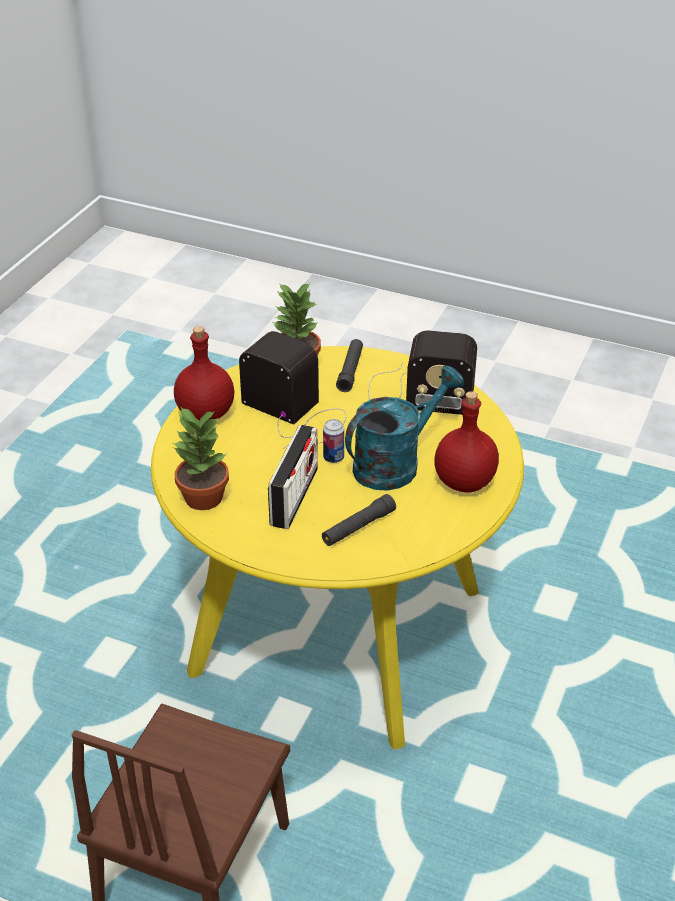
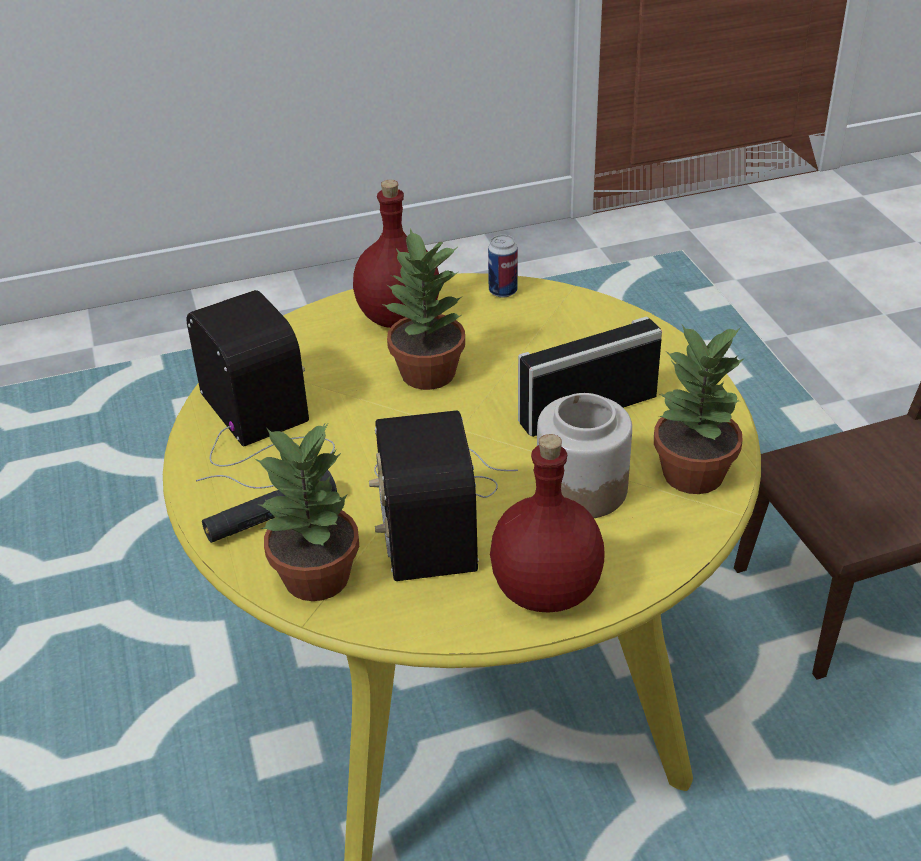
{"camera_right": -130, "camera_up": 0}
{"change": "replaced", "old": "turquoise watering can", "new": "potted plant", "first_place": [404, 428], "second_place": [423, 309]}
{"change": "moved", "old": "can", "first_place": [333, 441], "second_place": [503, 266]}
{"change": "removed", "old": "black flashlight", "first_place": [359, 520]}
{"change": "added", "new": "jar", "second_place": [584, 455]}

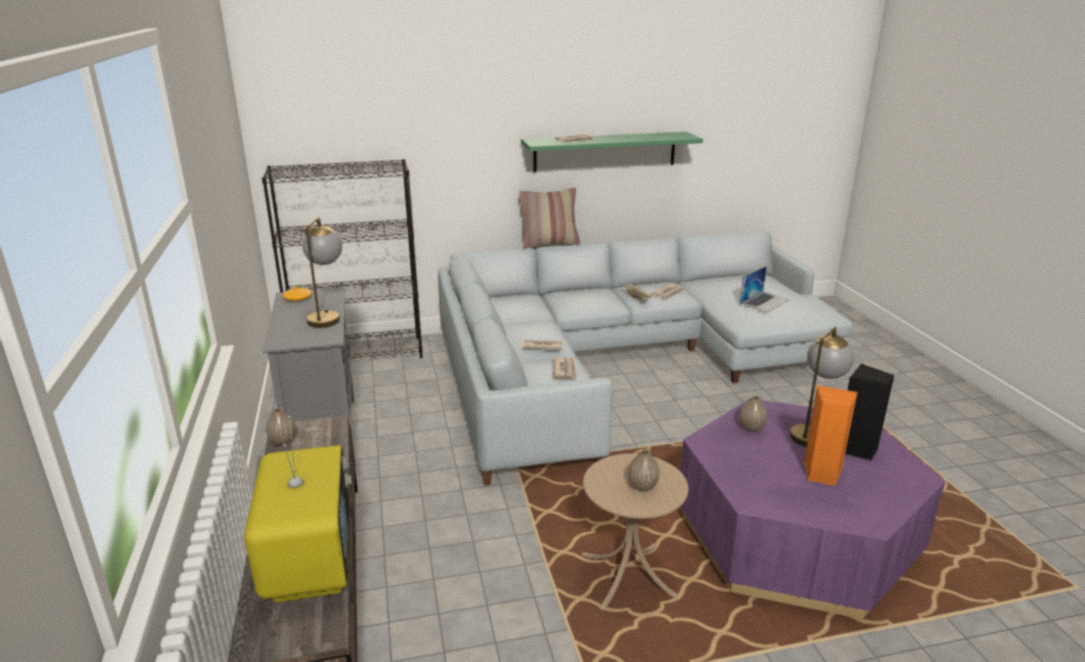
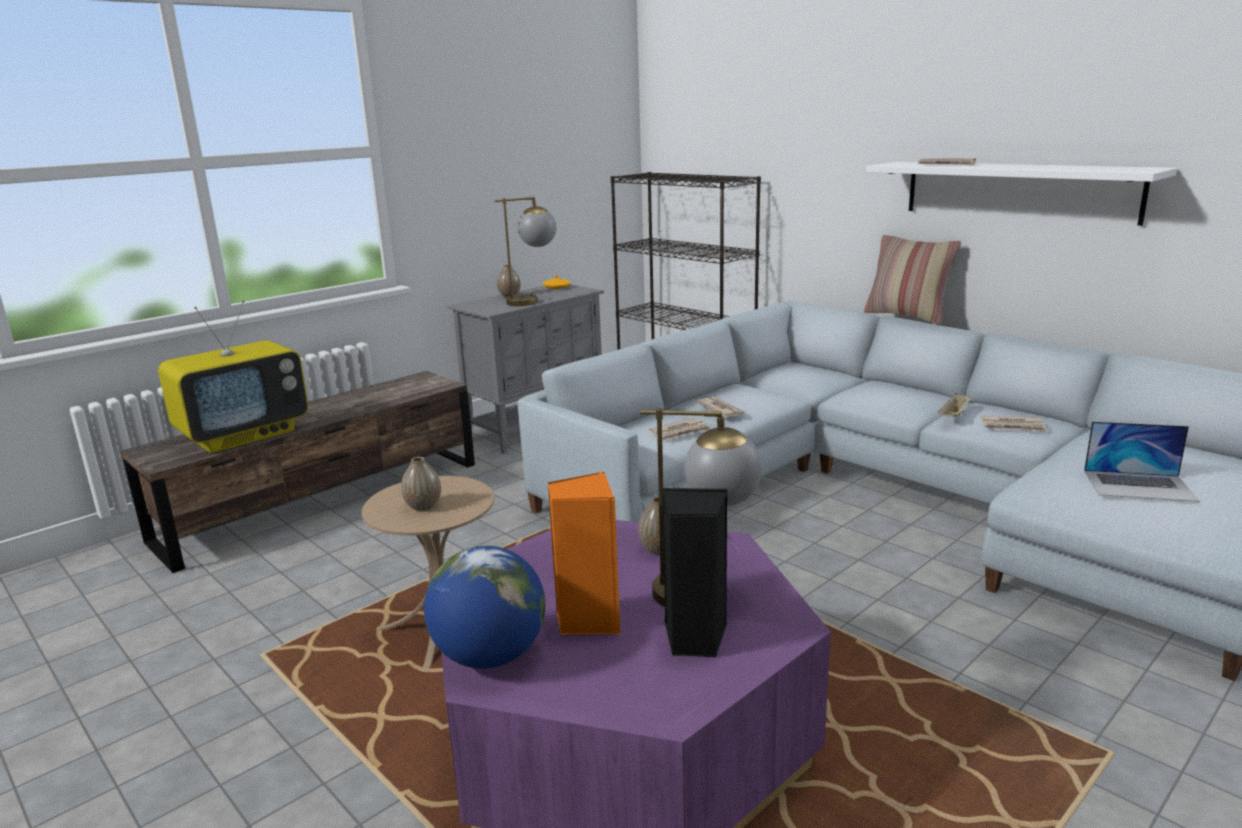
{"camera_right": 60, "camera_up": -5}
{"change": "recoloured", "old": "green shelf", "new": "white shelf", "first_place": [612, 152], "second_place": [1021, 194]}
{"change": "moved", "old": "vase", "first_place": [280, 426], "second_place": [509, 281]}
{"change": "added", "new": "globe", "second_place": [484, 607]}

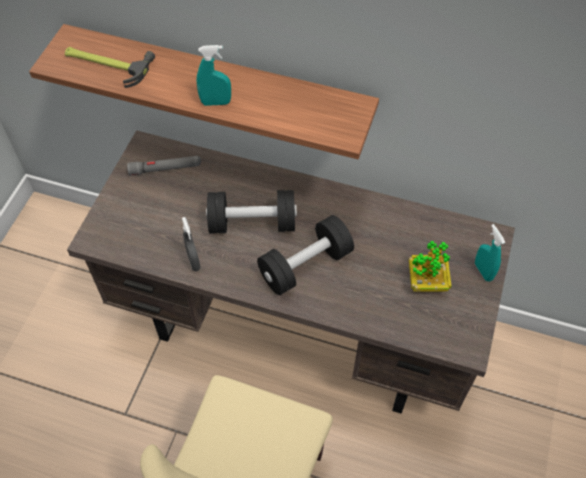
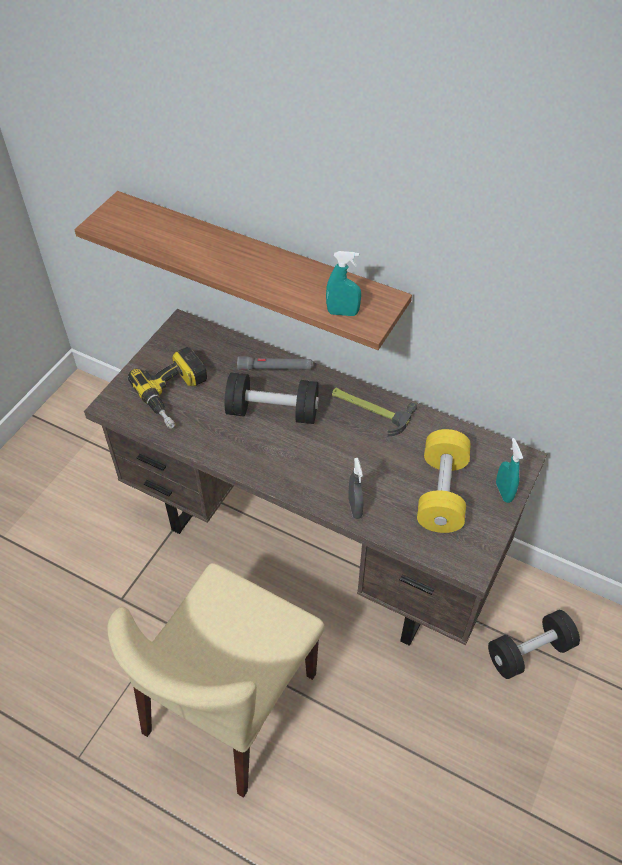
{"camera_right": 10, "camera_up": -5}
{"change": "moved", "old": "turquoise spray bottle", "first_place": [214, 75], "second_place": [343, 283]}
{"change": "moved", "old": "hammer", "first_place": [110, 67], "second_place": [374, 412]}
{"change": "moved", "old": "grey flashlight", "first_place": [164, 166], "second_place": [275, 363]}
{"change": "moved", "old": "black dumbbell", "first_place": [305, 255], "second_place": [534, 644]}
{"change": "moved", "old": "grey spray bottle", "first_place": [191, 244], "second_place": [355, 488]}
{"change": "replaced", "old": "potted plant", "new": "yellow dumbbell", "first_place": [430, 266], "second_place": [444, 481]}
{"change": "added", "new": "power drill", "second_place": [167, 388]}

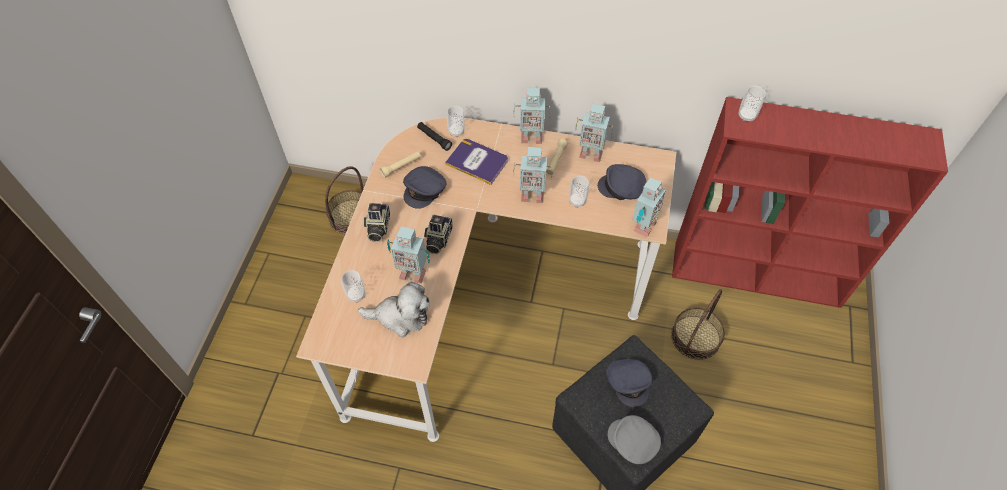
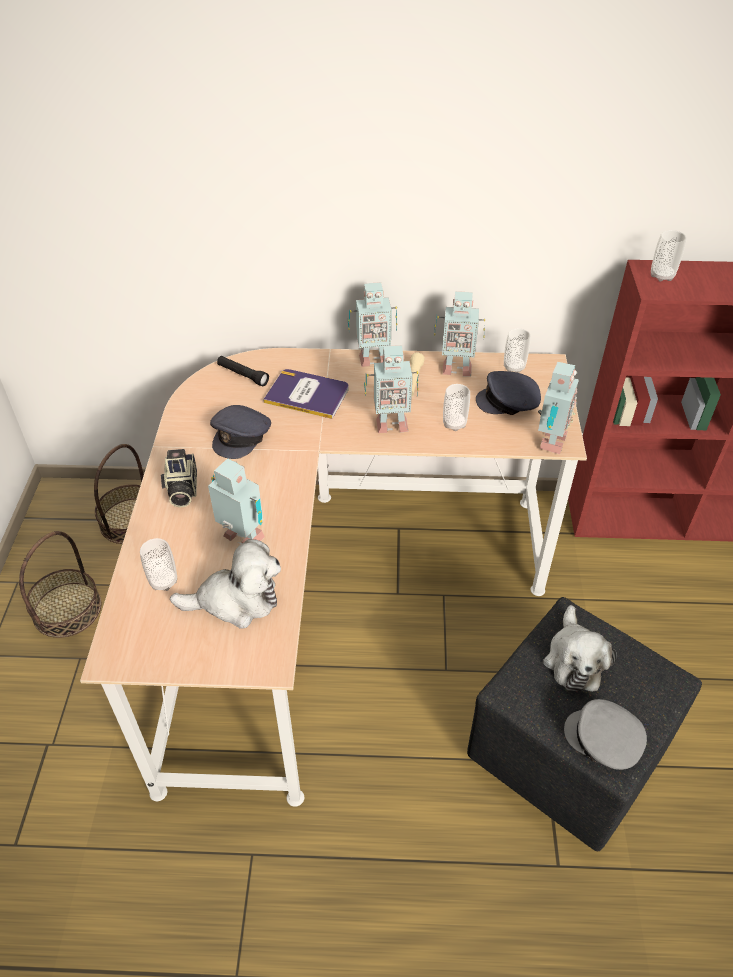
{"camera_right": -10, "camera_up": -10}
{"change": "moved", "old": "cup", "first_place": [456, 121], "second_place": [517, 350]}
{"change": "removed", "old": "beige flashlight", "first_place": [400, 164]}
{"change": "removed", "old": "photo camera", "first_place": [438, 234]}
{"change": "turned", "old": "toy robot", "first_place": [408, 255], "second_place": [236, 501], "degrees": -150}
{"change": "moved", "old": "basket", "first_place": [698, 324], "second_place": [60, 584]}
{"change": "replaced", "old": "grey cap", "new": "plush toy", "first_place": [629, 383], "second_place": [580, 648]}

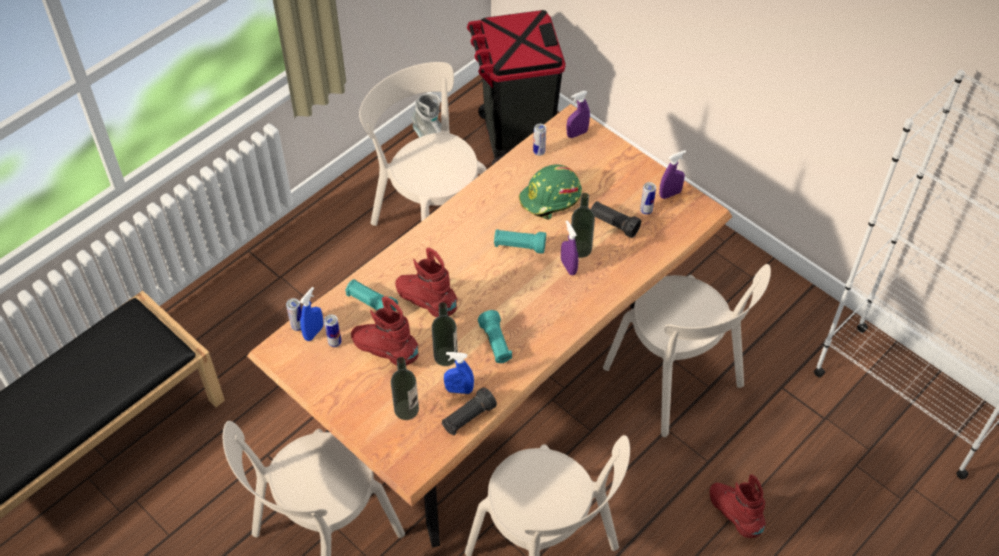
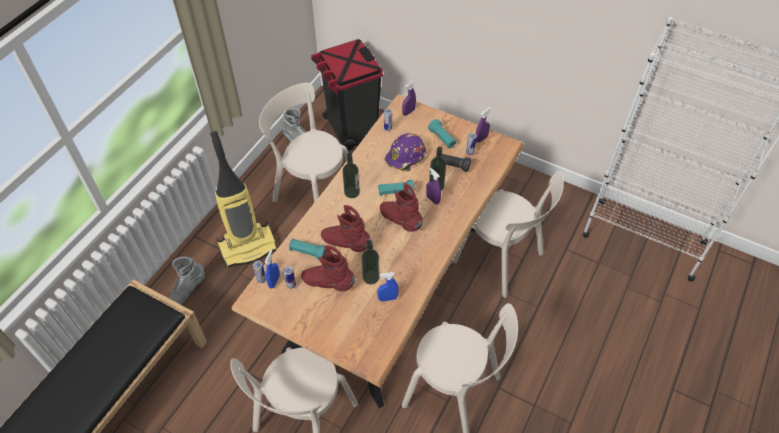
{"camera_right": -15, "camera_up": 0}
{"change": "recoloured", "old": "green hard hat", "new": "purple hard hat", "first_place": [550, 192], "second_place": [405, 152]}
{"change": "moved", "old": "turquoise flashlight", "first_place": [495, 336], "second_place": [442, 133]}
{"change": "moved", "old": "bottle", "first_place": [405, 388], "second_place": [351, 175]}
{"change": "removed", "old": "black flashlight", "first_place": [469, 411]}
{"change": "moved", "old": "red boot", "first_place": [738, 506], "second_place": [401, 207]}
{"change": "added", "new": "vacuum cleaner", "second_place": [244, 199]}
{"change": "added", "new": "grey boot", "second_place": [187, 280]}

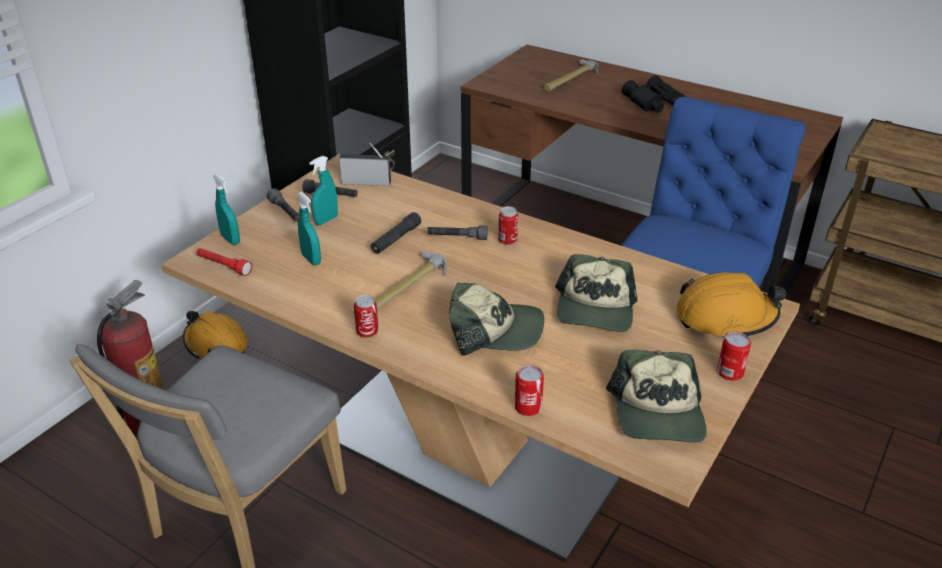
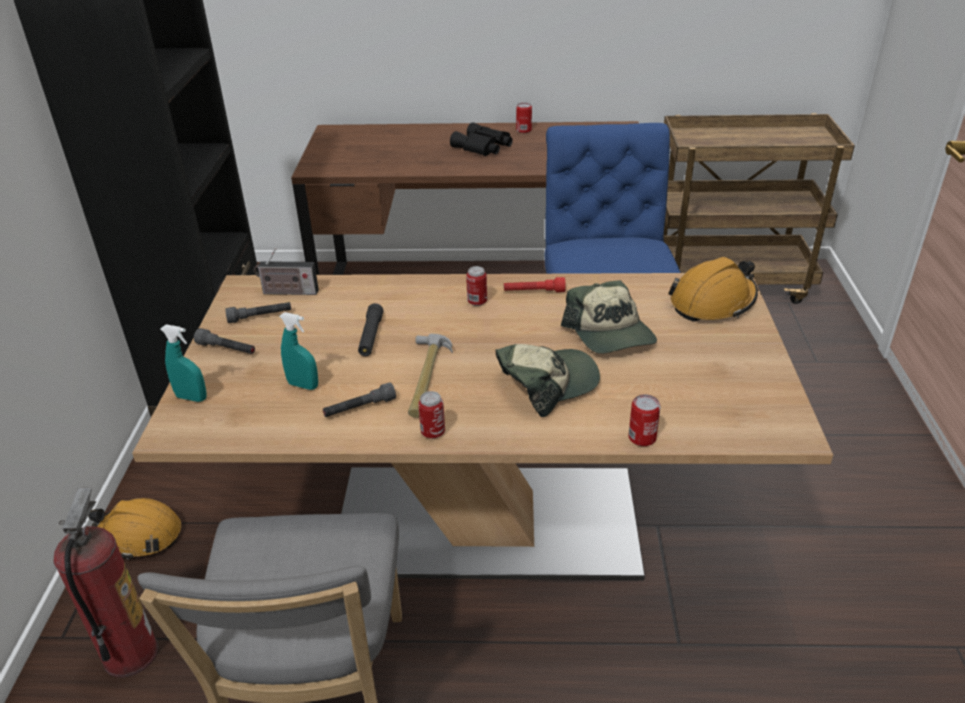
{"camera_right": -30, "camera_up": 0}
{"change": "removed", "old": "hammer", "first_place": [571, 75]}
{"change": "turned", "old": "radio", "first_place": [367, 164], "second_place": [286, 271], "degrees": -150}
{"change": "removed", "old": "turquoise spray bottle", "first_place": [323, 190]}
{"change": "moved", "old": "grey flashlight", "first_place": [457, 232], "second_place": [359, 399]}
{"change": "moved", "old": "red flashlight", "first_place": [224, 262], "second_place": [535, 284]}
{"change": "moved", "old": "can", "first_place": [734, 356], "second_place": [524, 118]}
{"change": "removed", "old": "cap", "first_place": [656, 396]}

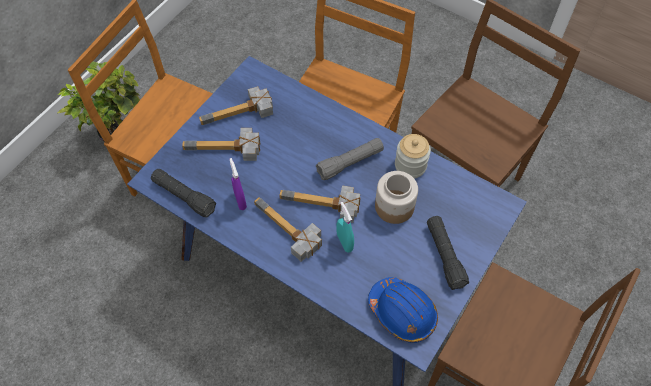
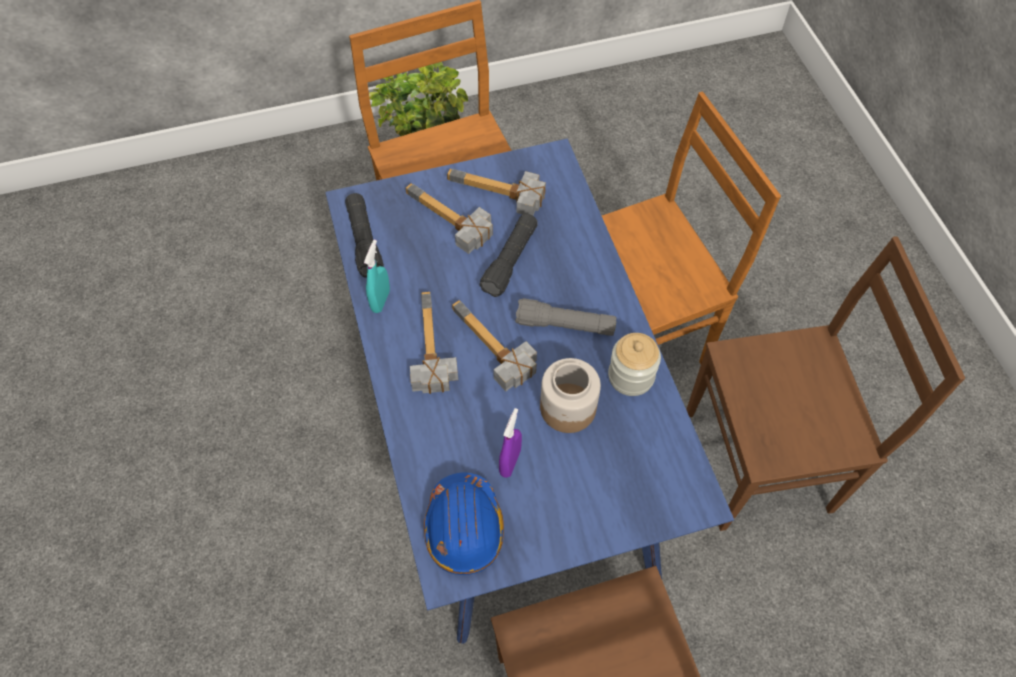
{"camera_right": 40, "camera_up": 0}
{"change": "moved", "old": "purple spray bottle", "first_place": [238, 184], "second_place": [510, 443]}
{"change": "moved", "old": "turquoise spray bottle", "first_place": [345, 227], "second_place": [377, 276]}
{"change": "moved", "old": "black flashlight", "first_place": [448, 253], "second_place": [509, 255]}

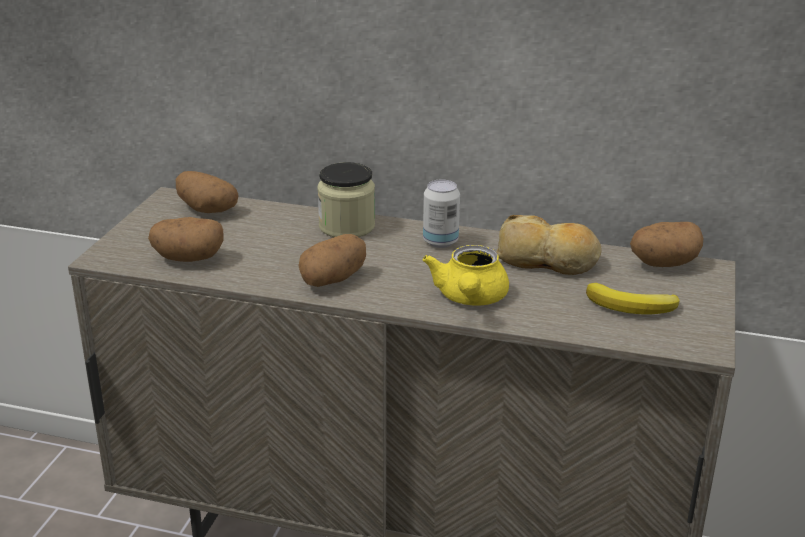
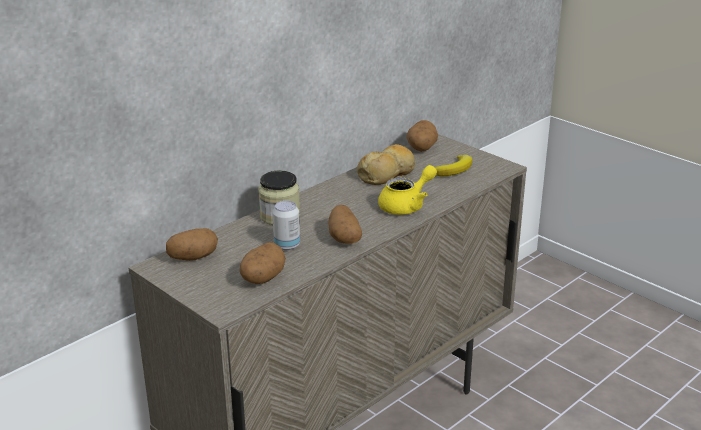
{"camera_right": -60, "camera_up": 0}
{"change": "moved", "old": "can", "first_place": [441, 214], "second_place": [286, 225]}
{"change": "turned", "old": "yellow teapot", "first_place": [465, 275], "second_place": [407, 190], "degrees": -75}

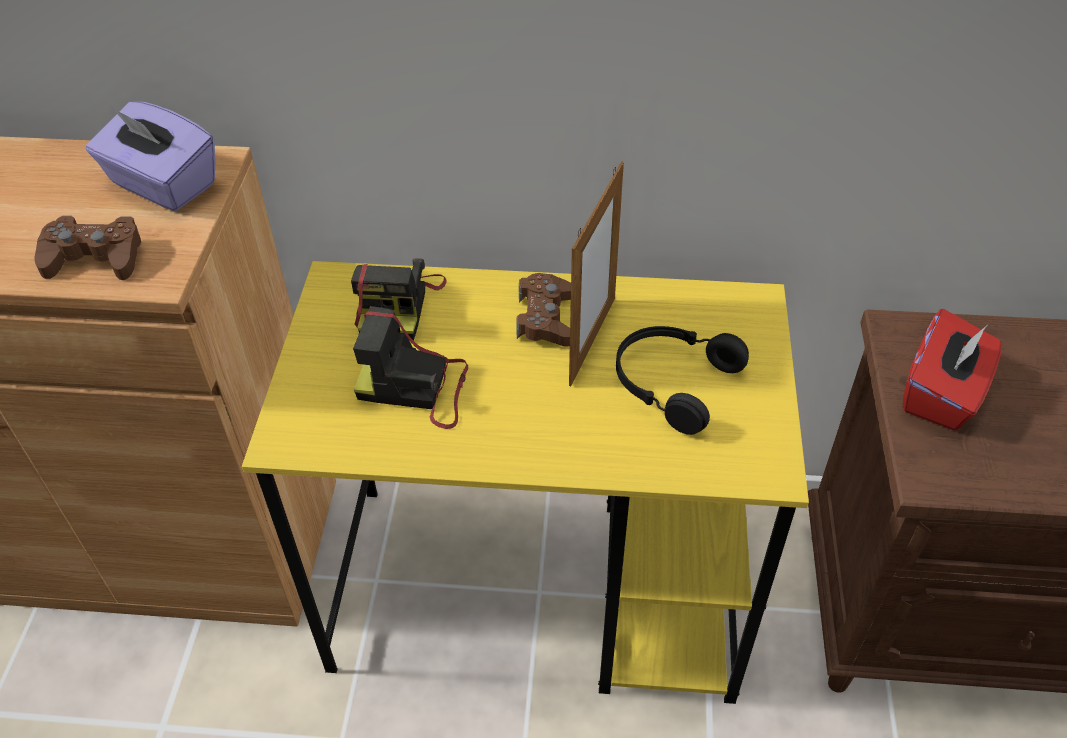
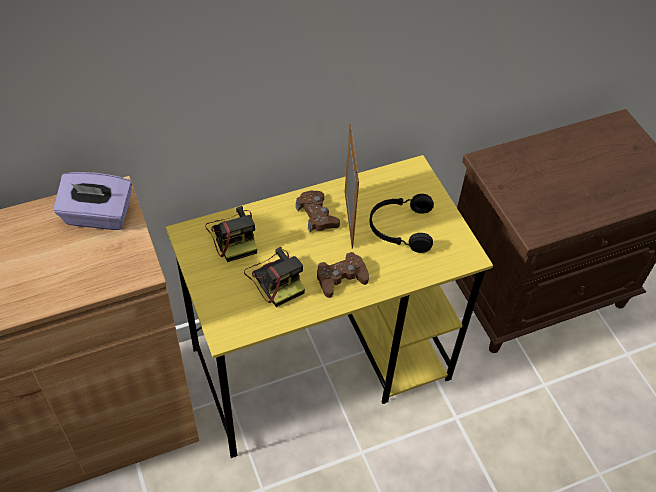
{"camera_right": -30, "camera_up": 5}
{"change": "moved", "old": "brown game controller", "first_place": [87, 248], "second_place": [343, 275]}
{"change": "turned", "old": "photo camera", "first_place": [410, 367], "second_place": [274, 277], "degrees": -105}
{"change": "removed", "old": "red tissue box", "first_place": [952, 369]}

